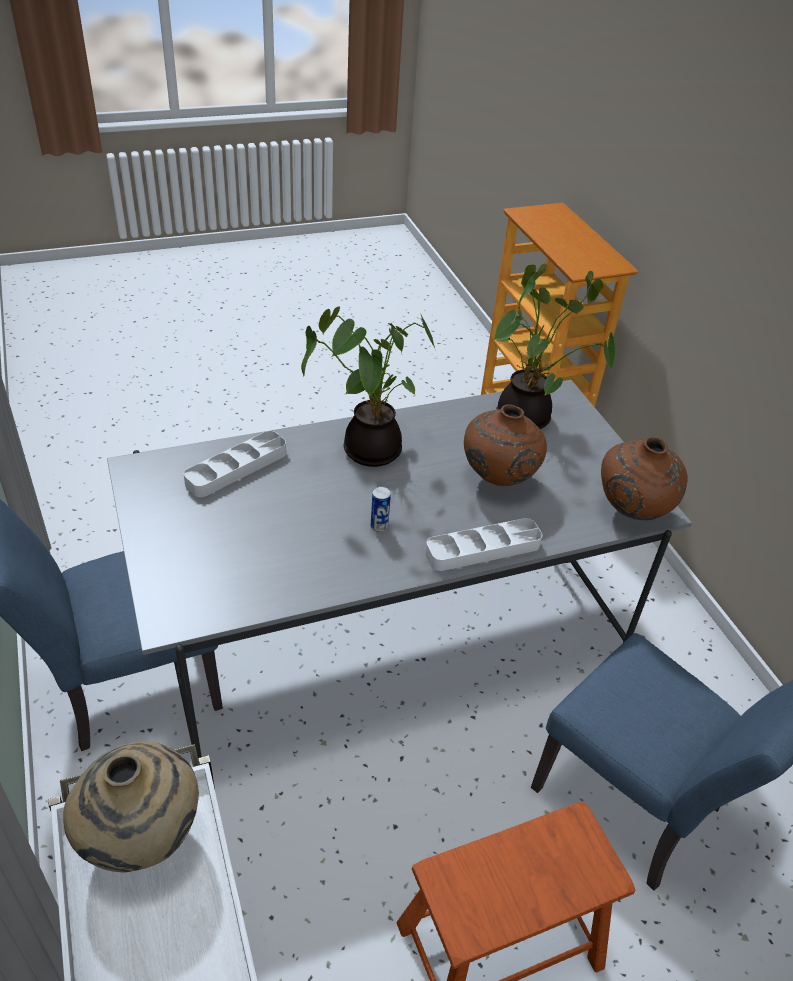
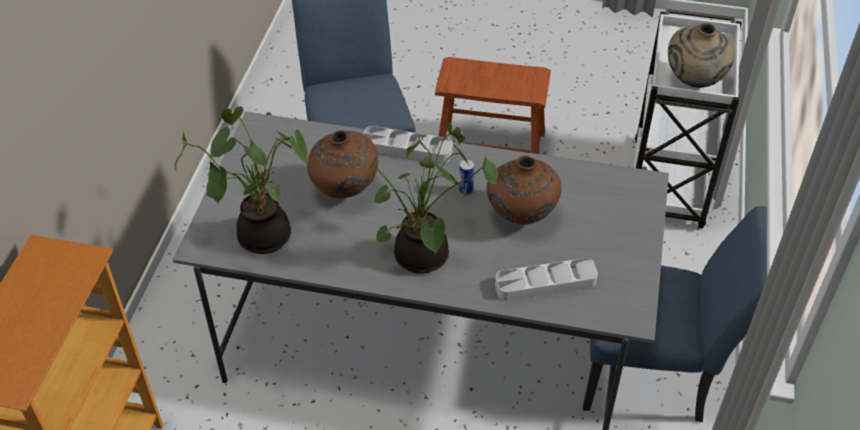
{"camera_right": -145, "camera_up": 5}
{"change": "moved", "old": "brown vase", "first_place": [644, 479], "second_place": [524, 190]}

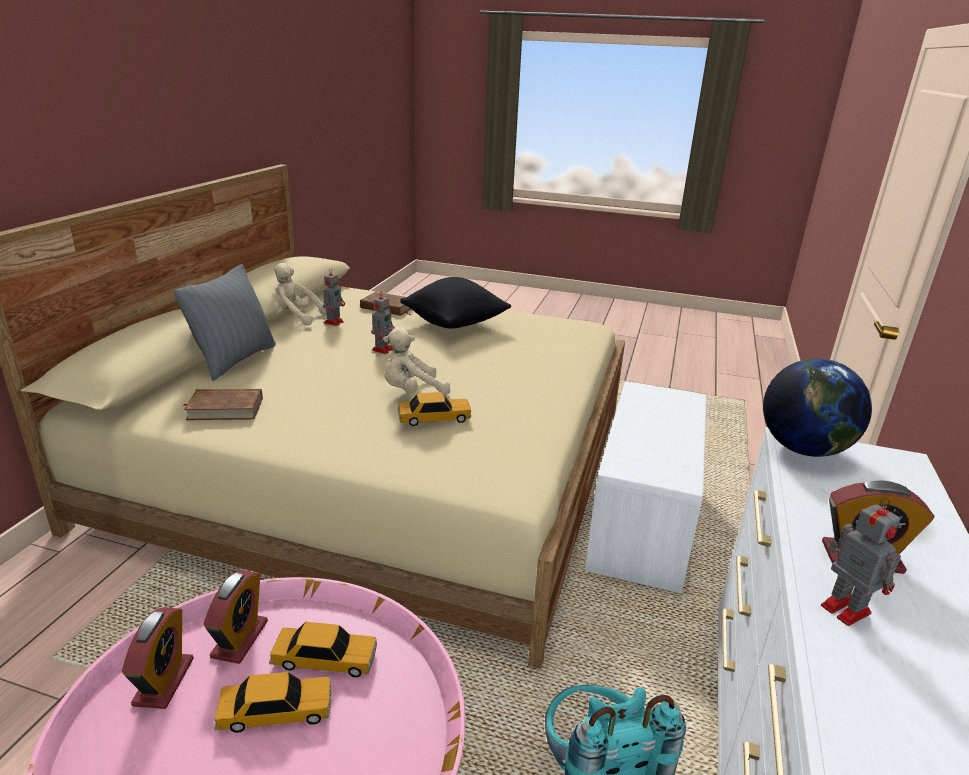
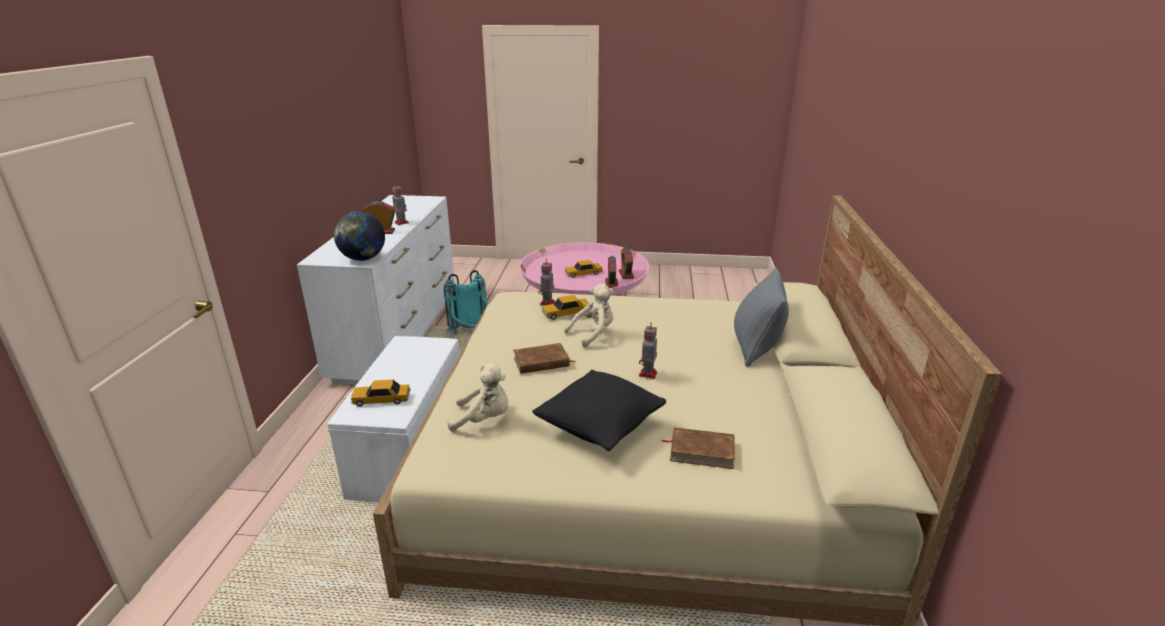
{"camera_right": 170, "camera_up": 0}
{"change": "moved", "old": "beige plush toy", "first_place": [300, 294], "second_place": [478, 397]}
{"change": "moved", "old": "toy robot", "first_place": [334, 297], "second_place": [546, 282]}
{"change": "moved", "old": "brown book", "first_place": [223, 404], "second_place": [544, 358]}
{"change": "moved", "old": "toy car", "first_place": [323, 649], "second_place": [380, 393]}

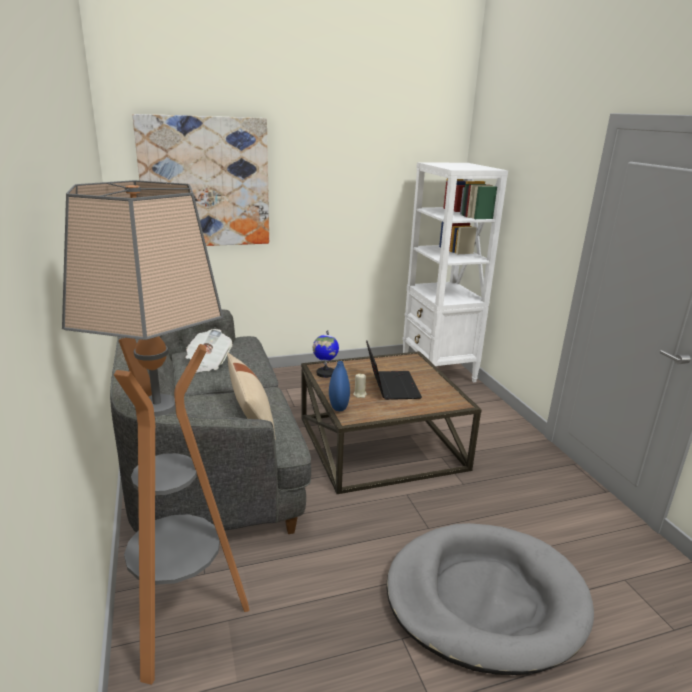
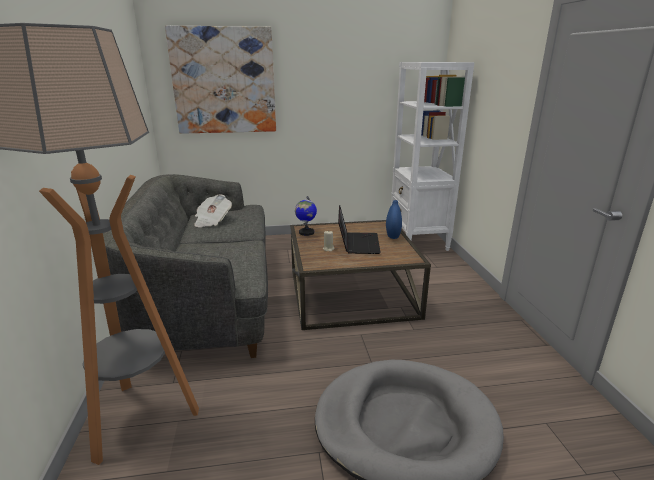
{"camera_right": 10, "camera_up": 0}
{"change": "removed", "old": "beige pillow", "first_place": [251, 396]}
{"change": "moved", "old": "blue vase", "first_place": [339, 386], "second_place": [394, 219]}

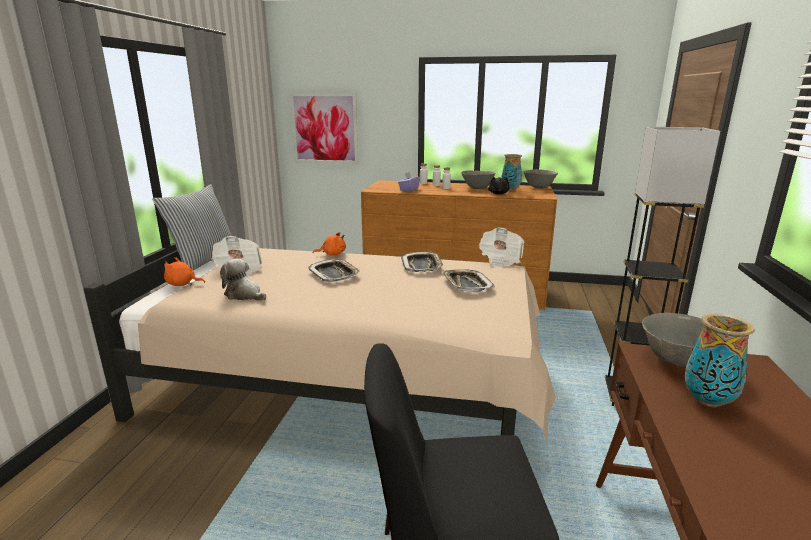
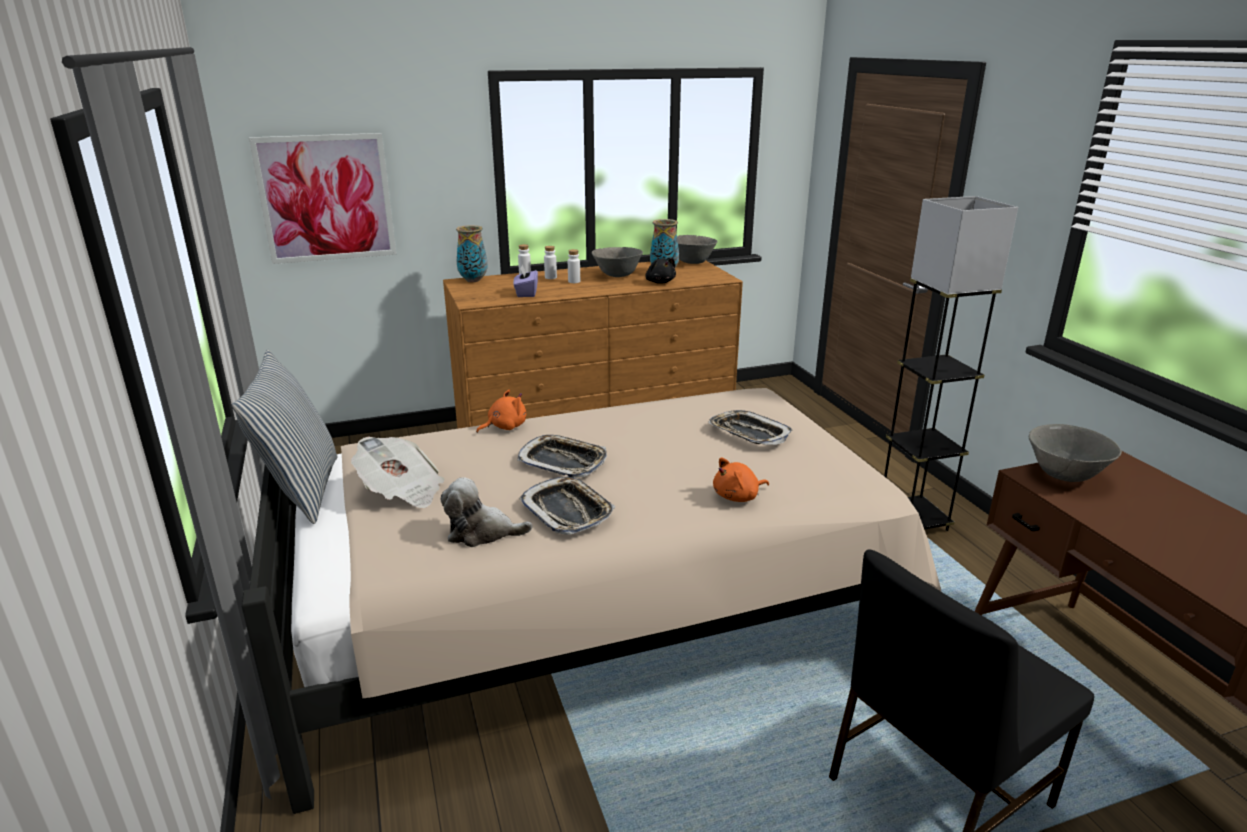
{"camera_right": -30, "camera_up": 5}
{"change": "removed", "old": "newspaper", "first_place": [501, 247]}
{"change": "moved", "old": "tray", "first_place": [422, 261], "second_place": [567, 506]}
{"change": "moved", "old": "orange plush toy", "first_place": [184, 271], "second_place": [741, 480]}
{"change": "moved", "old": "vase", "first_place": [719, 360], "second_place": [472, 253]}

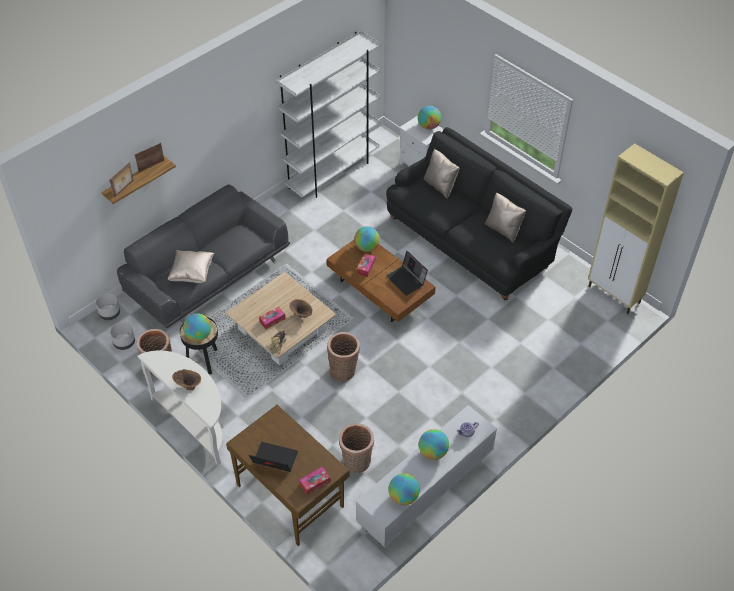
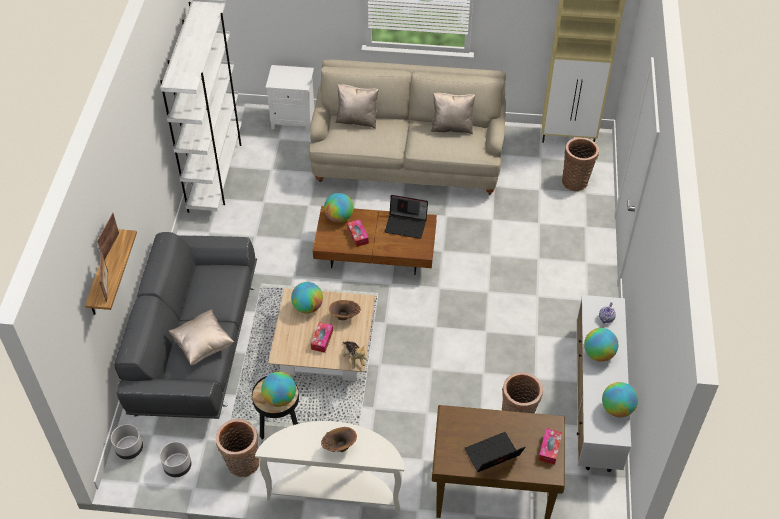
{"camera_right": -40, "camera_up": 0}
{"change": "moved", "old": "globe", "first_place": [429, 118], "second_place": [307, 298]}
{"change": "recoloured", "old": "black sofa", "new": "beige sofa", "first_place": [479, 213], "second_place": [407, 127]}
{"change": "moved", "old": "basket", "first_place": [343, 357], "second_place": [580, 164]}

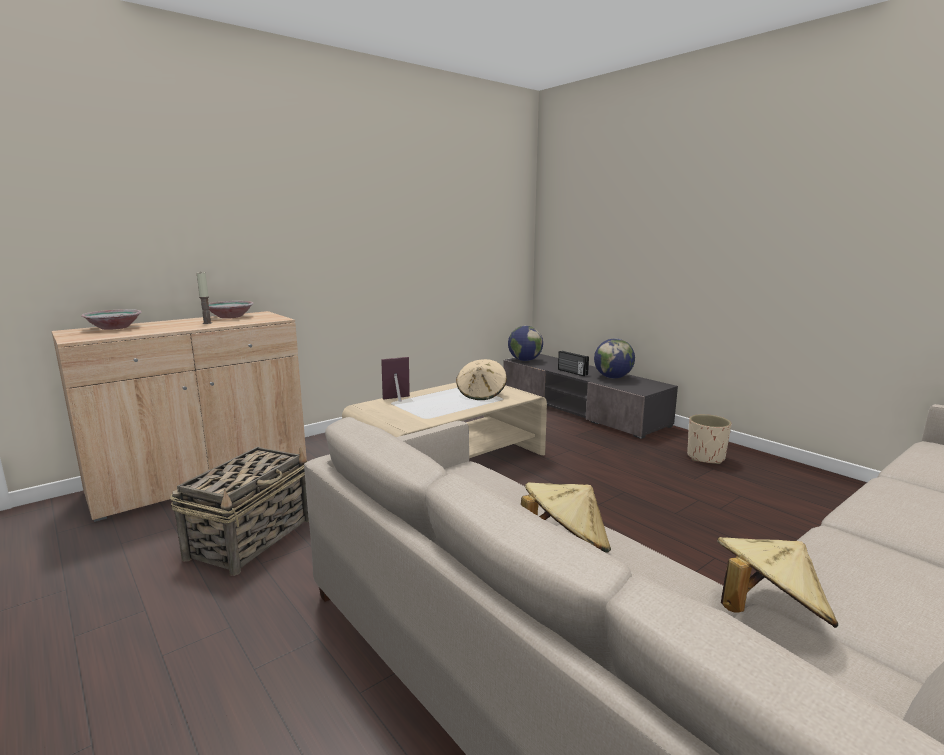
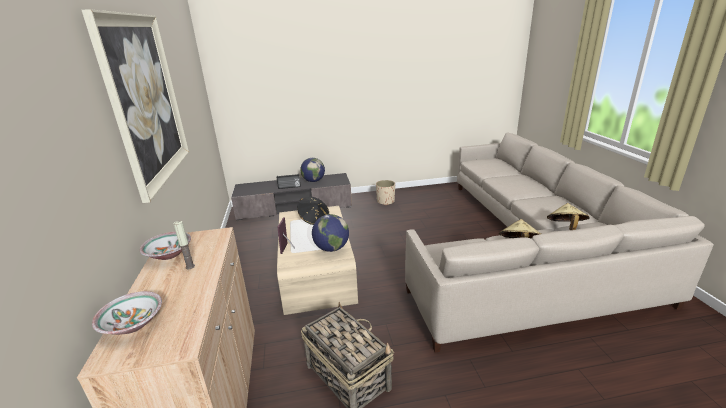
{"camera_right": -60, "camera_up": 10}
{"change": "moved", "old": "globe", "first_place": [525, 343], "second_place": [330, 233]}
{"change": "recoloured", "old": "beige hat", "new": "black hat", "first_place": [481, 379], "second_place": [313, 211]}
{"change": "added", "new": "picture", "second_place": [135, 106]}

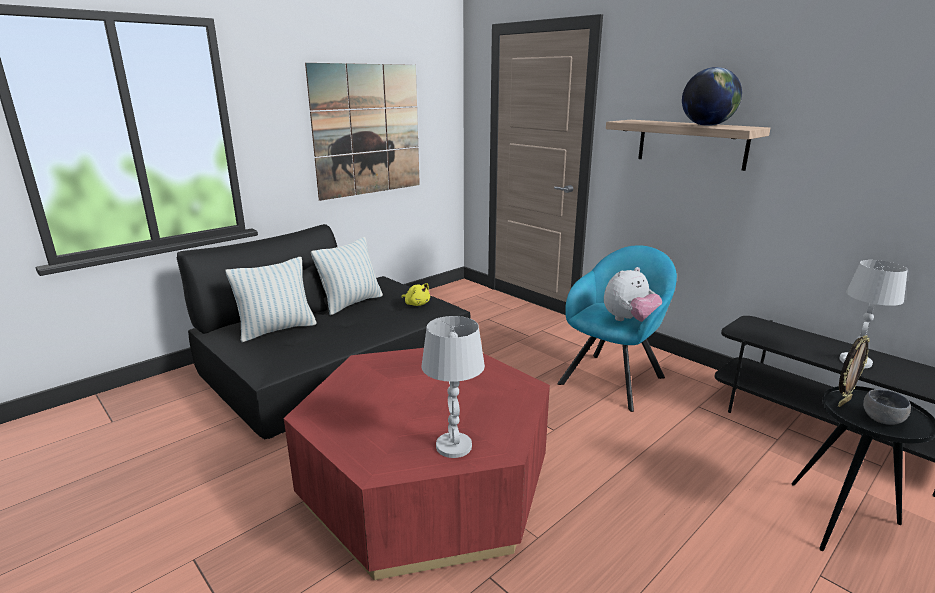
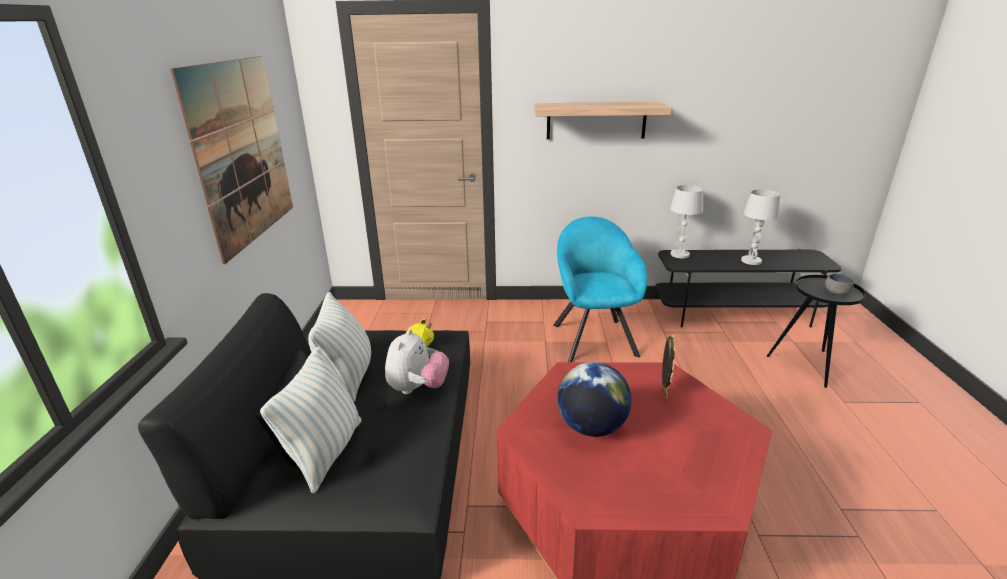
{"camera_right": -45, "camera_up": 5}
{"change": "moved", "old": "globe", "first_place": [712, 96], "second_place": [594, 399]}
{"change": "moved", "old": "plush toy", "first_place": [633, 294], "second_place": [417, 361]}
{"change": "moved", "old": "white table lamp", "first_place": [453, 387], "second_place": [686, 221]}
{"change": "moved", "old": "picture frame", "first_place": [854, 371], "second_place": [668, 366]}

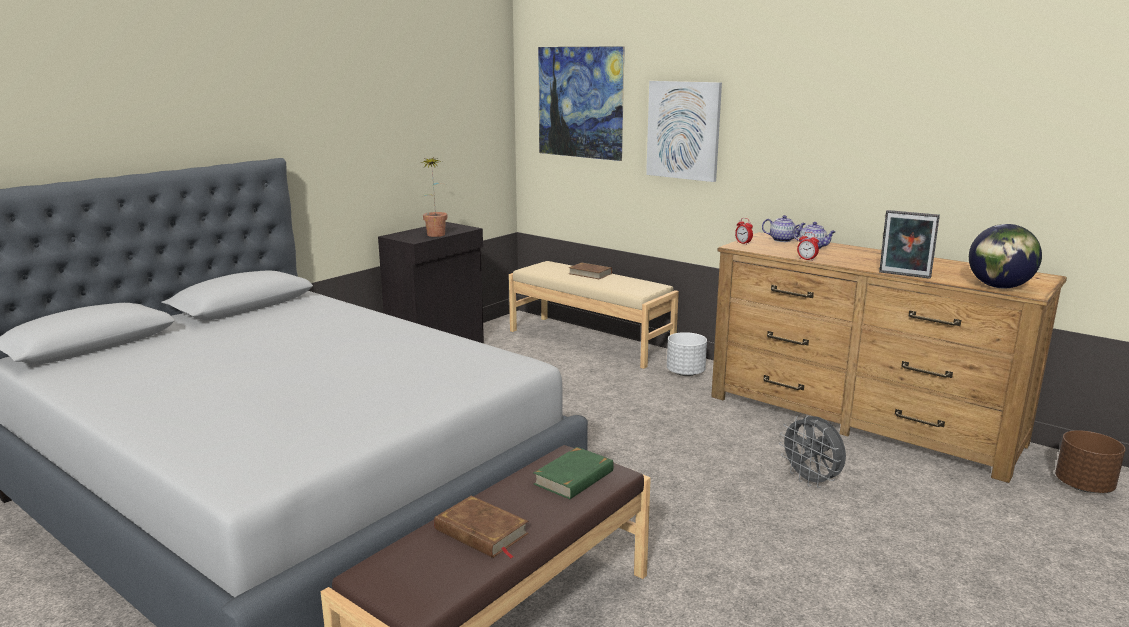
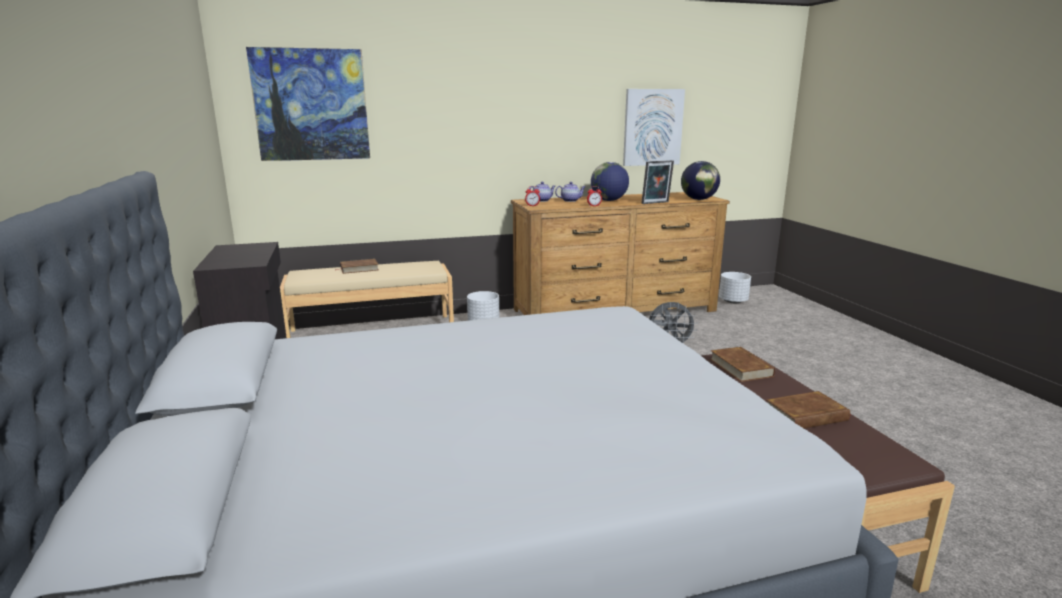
{"camera_right": -55, "camera_up": 0}
{"change": "moved", "old": "picture", "first_place": [684, 131], "second_place": [654, 127]}
{"change": "removed", "old": "potted plant", "first_place": [433, 197]}
{"change": "recoloured", "old": "brown planter", "new": "white planter", "first_place": [1090, 461], "second_place": [735, 287]}
{"change": "recoloured", "old": "green book", "new": "brown book", "first_place": [573, 473], "second_place": [742, 364]}
{"change": "added", "new": "globe", "second_place": [610, 181]}

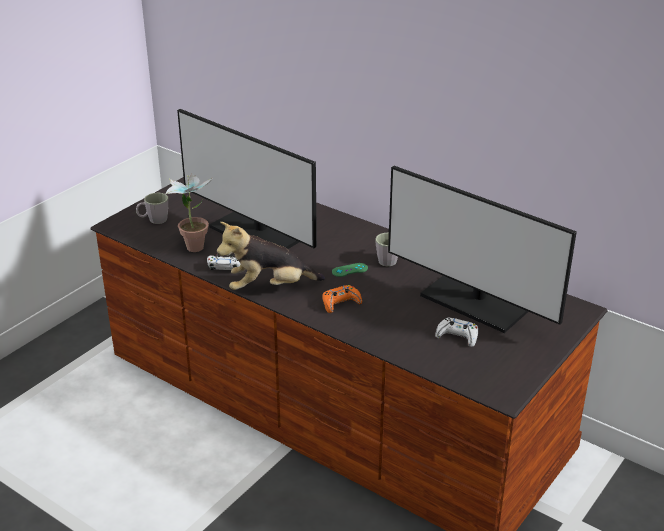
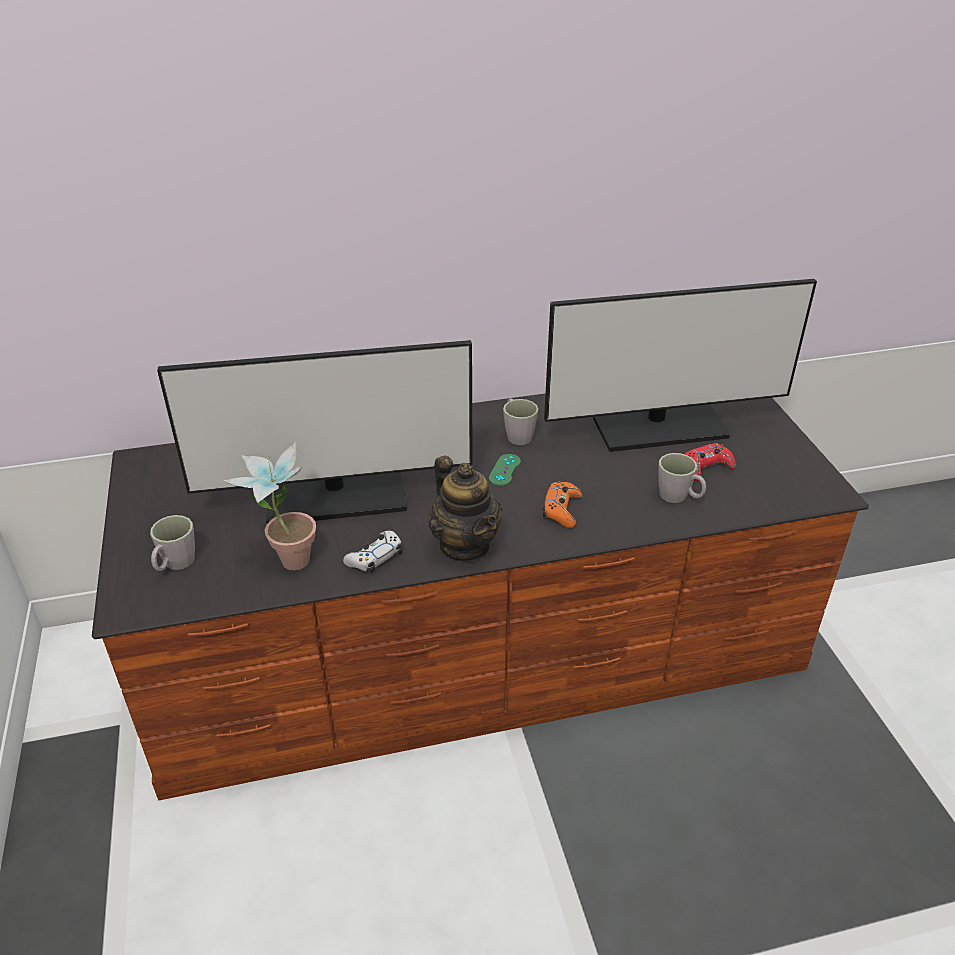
{"camera_right": -50, "camera_up": 5}
{"change": "replaced", "old": "plush toy", "new": "teapot", "first_place": [271, 256], "second_place": [465, 509]}
{"change": "recoloured", "old": "white game controller", "new": "red game controller", "first_place": [456, 332], "second_place": [710, 462]}
{"change": "added", "new": "grey mug", "second_place": [682, 478]}

